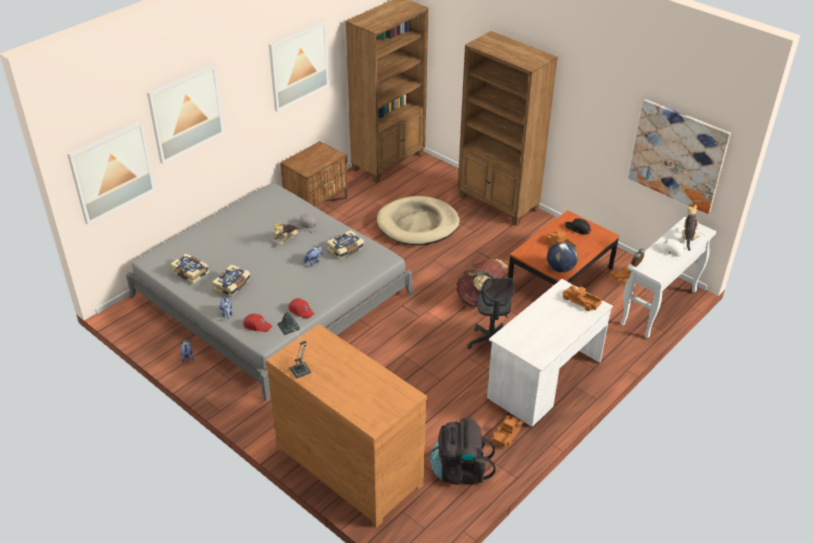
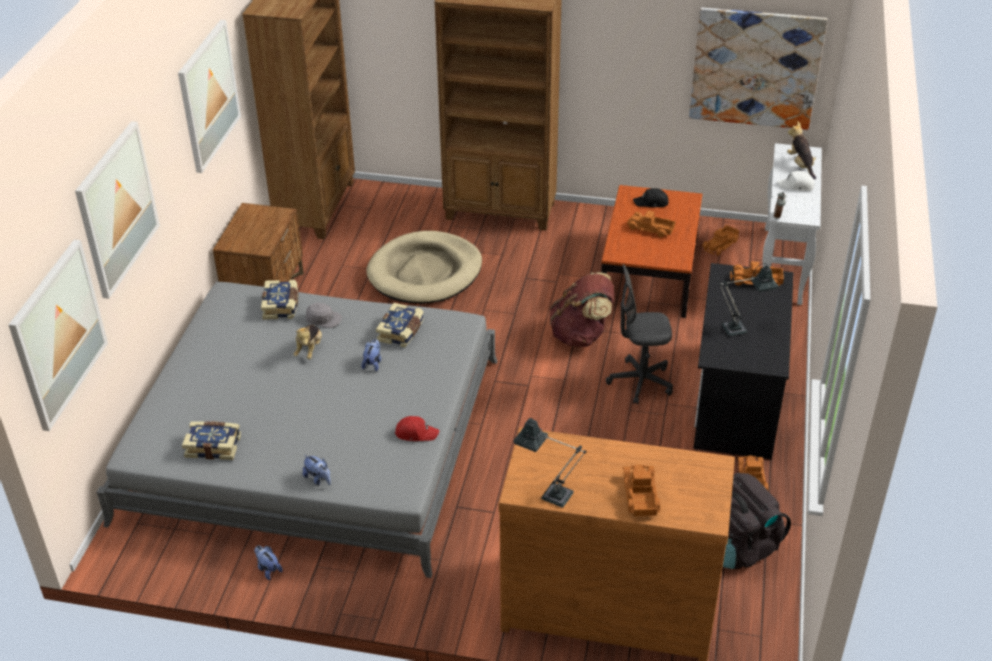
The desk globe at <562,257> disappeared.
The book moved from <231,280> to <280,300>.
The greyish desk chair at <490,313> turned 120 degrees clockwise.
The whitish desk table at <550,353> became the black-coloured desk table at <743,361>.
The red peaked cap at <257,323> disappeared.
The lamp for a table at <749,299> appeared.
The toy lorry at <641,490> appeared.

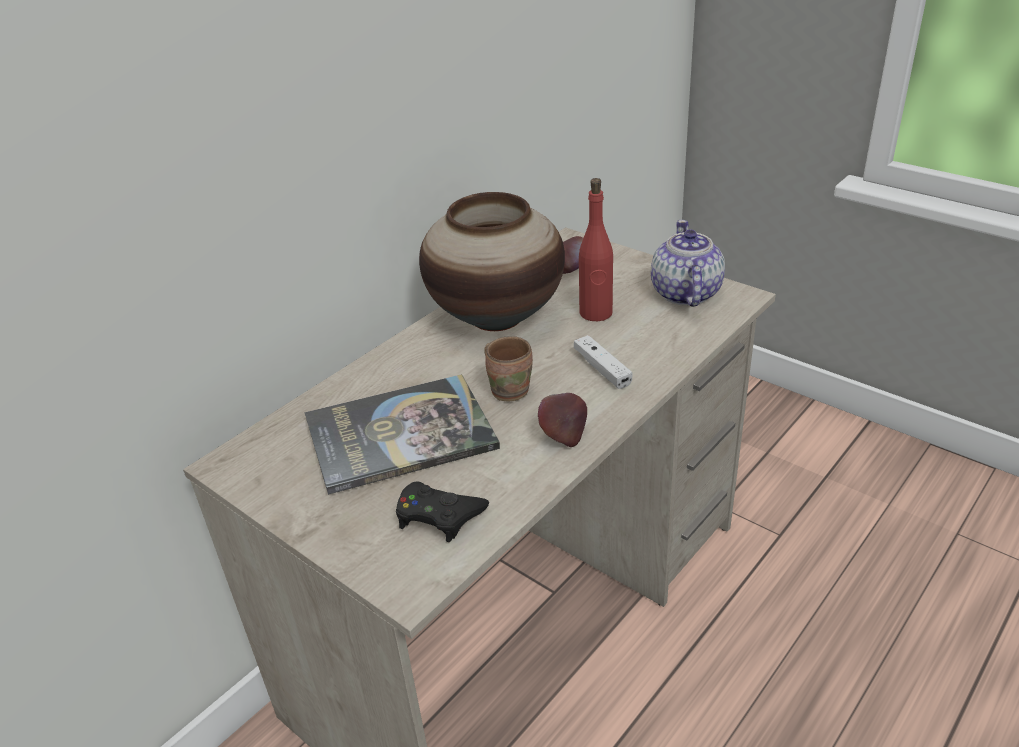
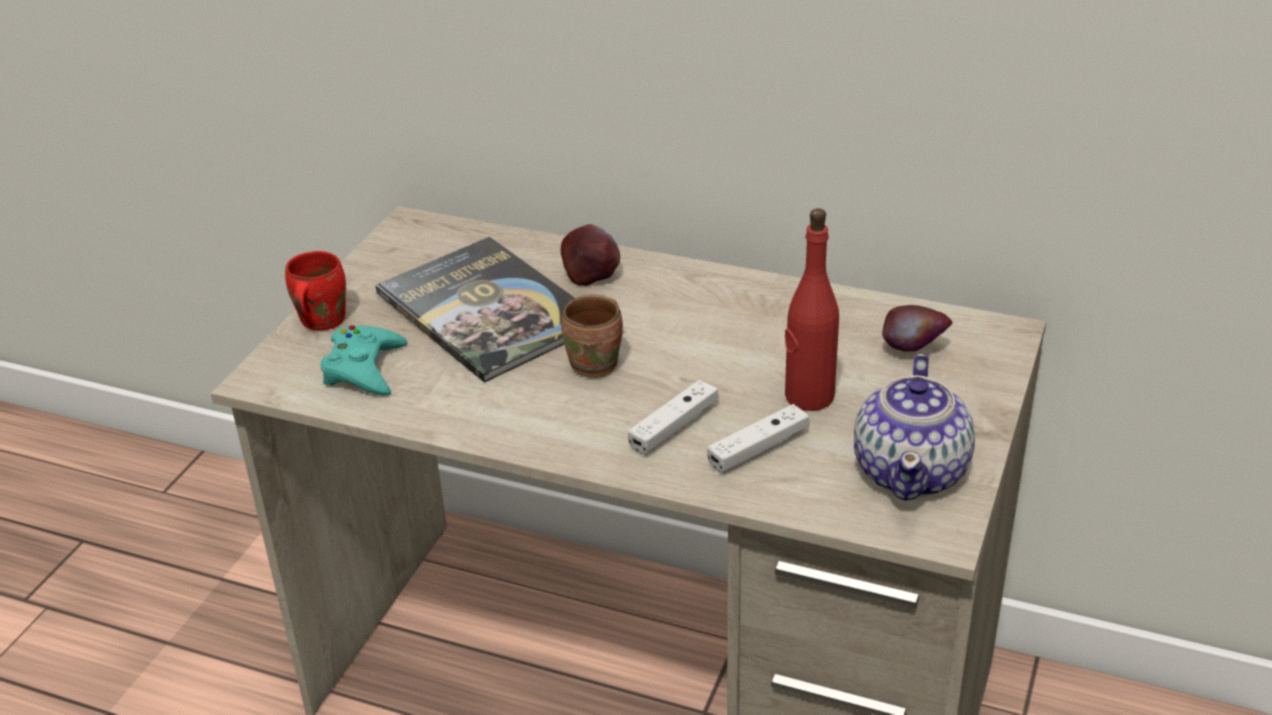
The flower vase at <492,261> disappeared.
The tea pot at <688,263> turned 120 degrees clockwise.
The apple moved from <562,420> to <590,255>.
The black-coloured game controller at <442,511> became the blue-green game controller at <363,360>.
The red tea mug at <315,290> appeared.
The whitish game controller at <758,438> appeared.

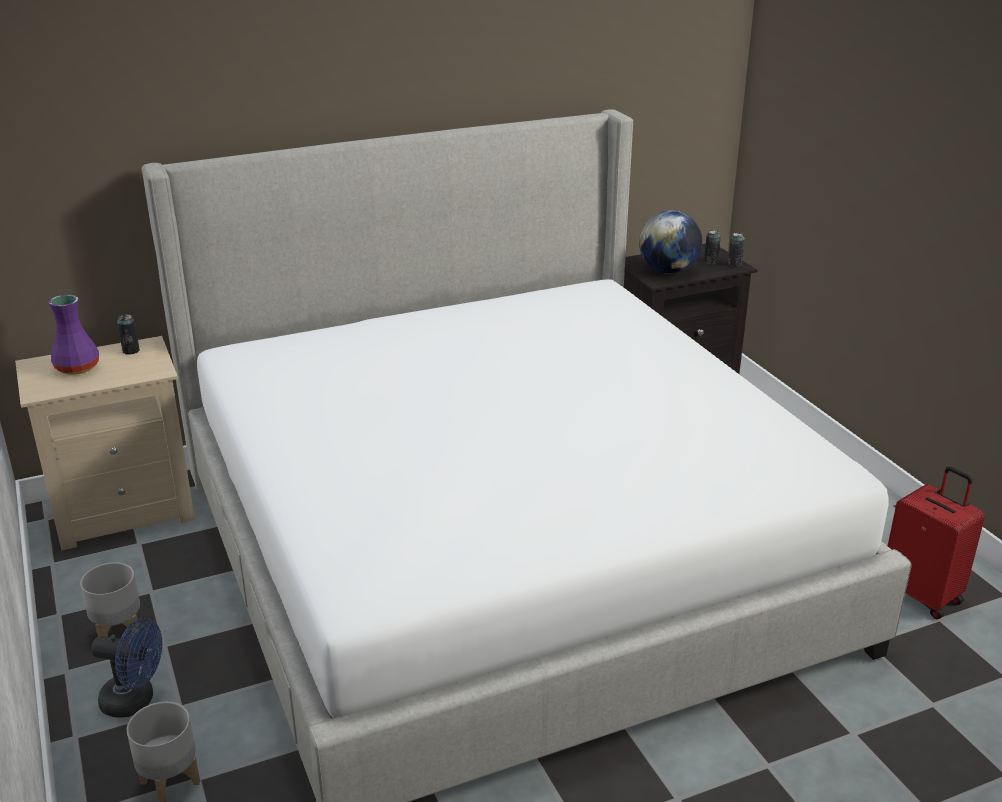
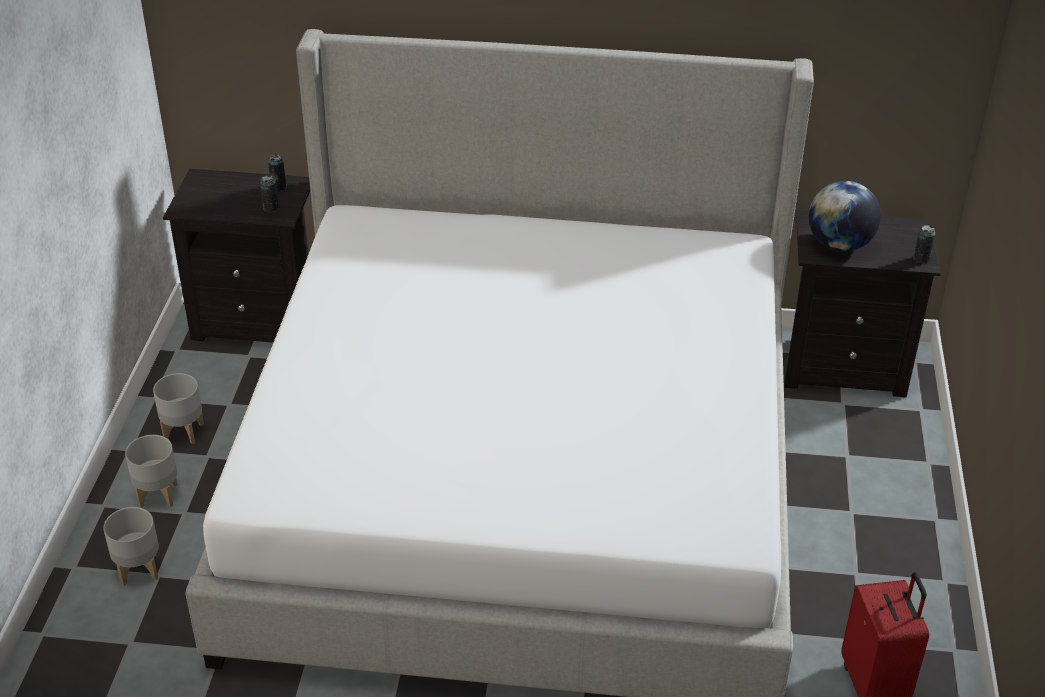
The can moved from <712,247> to <269,193>.
The purplish flower vase at <74,335> disappeared.
The sand-coloured night table at <105,443> became the black-coloured night table at <236,255>.
The blue-coloured electric fan at <126,668> was replaced by the greyish plant pot at <151,471>.

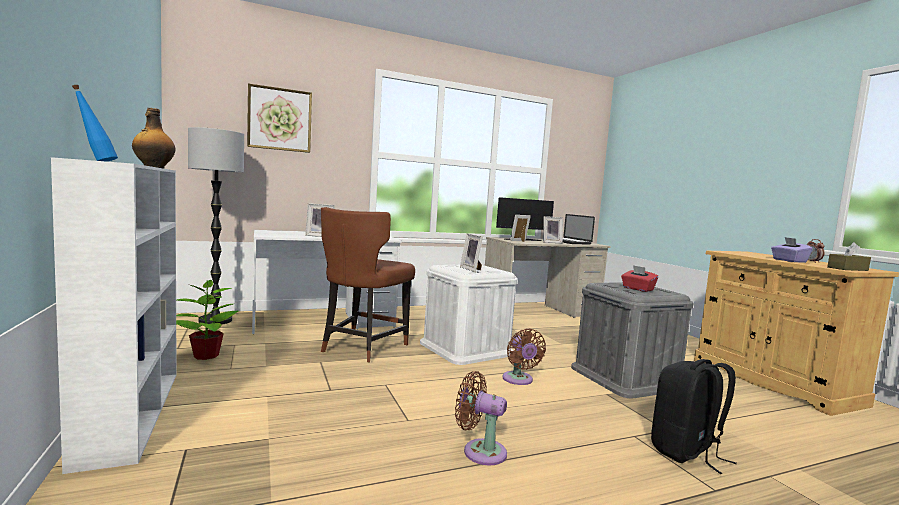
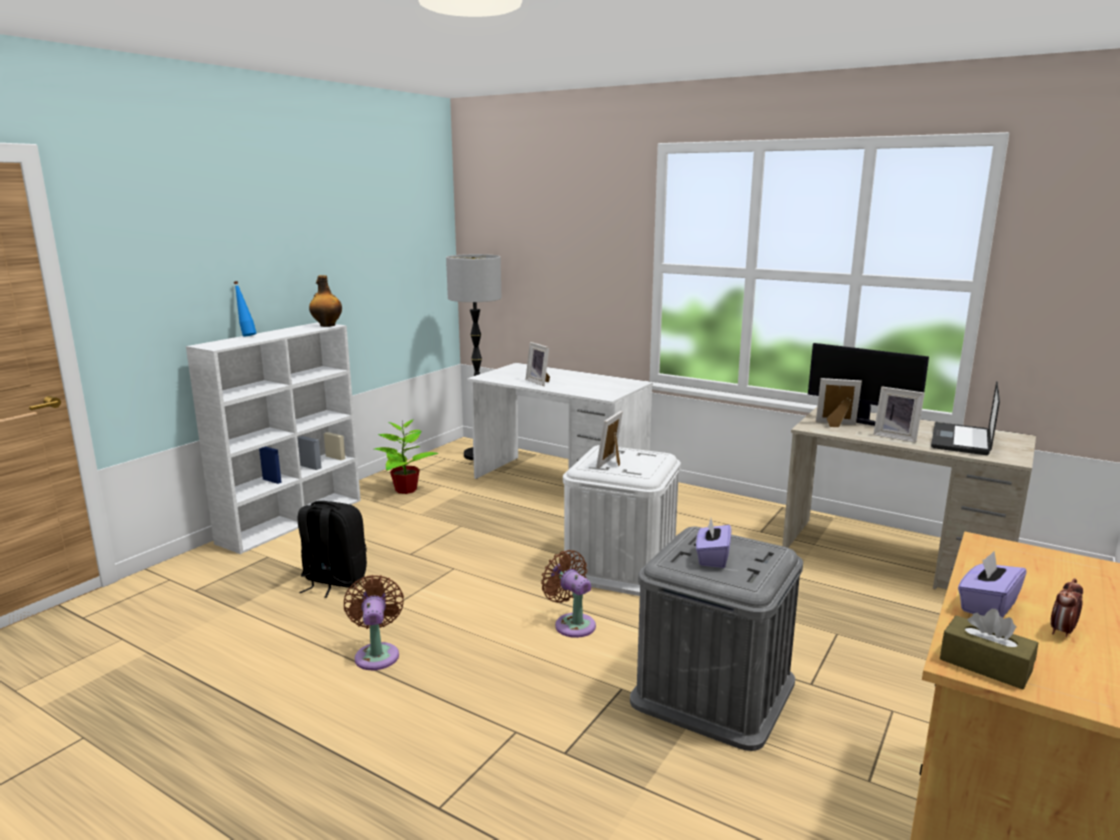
The picture at <279,118> disappeared.
The brown upright chair at <368,284> disappeared.
The red box of tissues at <639,278> became the purplish box of tissues at <713,543>.
The brown electric fan at <524,357> turned 105 degrees clockwise.
The black-coloured rucksack moved from <694,416> to <332,549>.

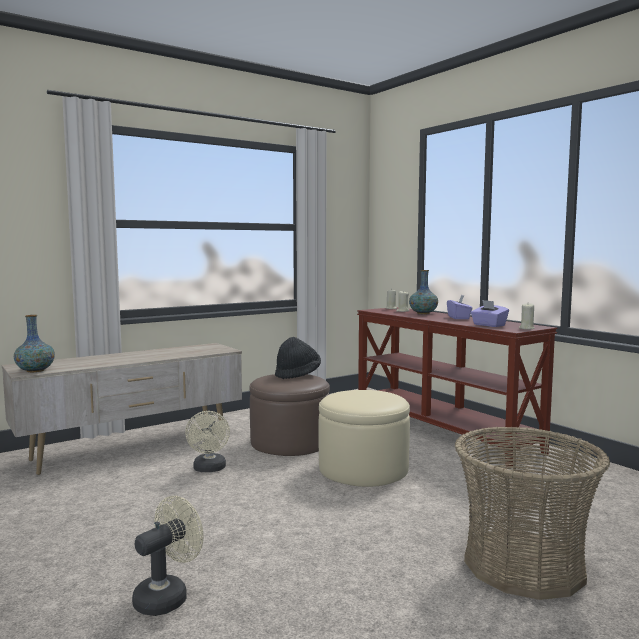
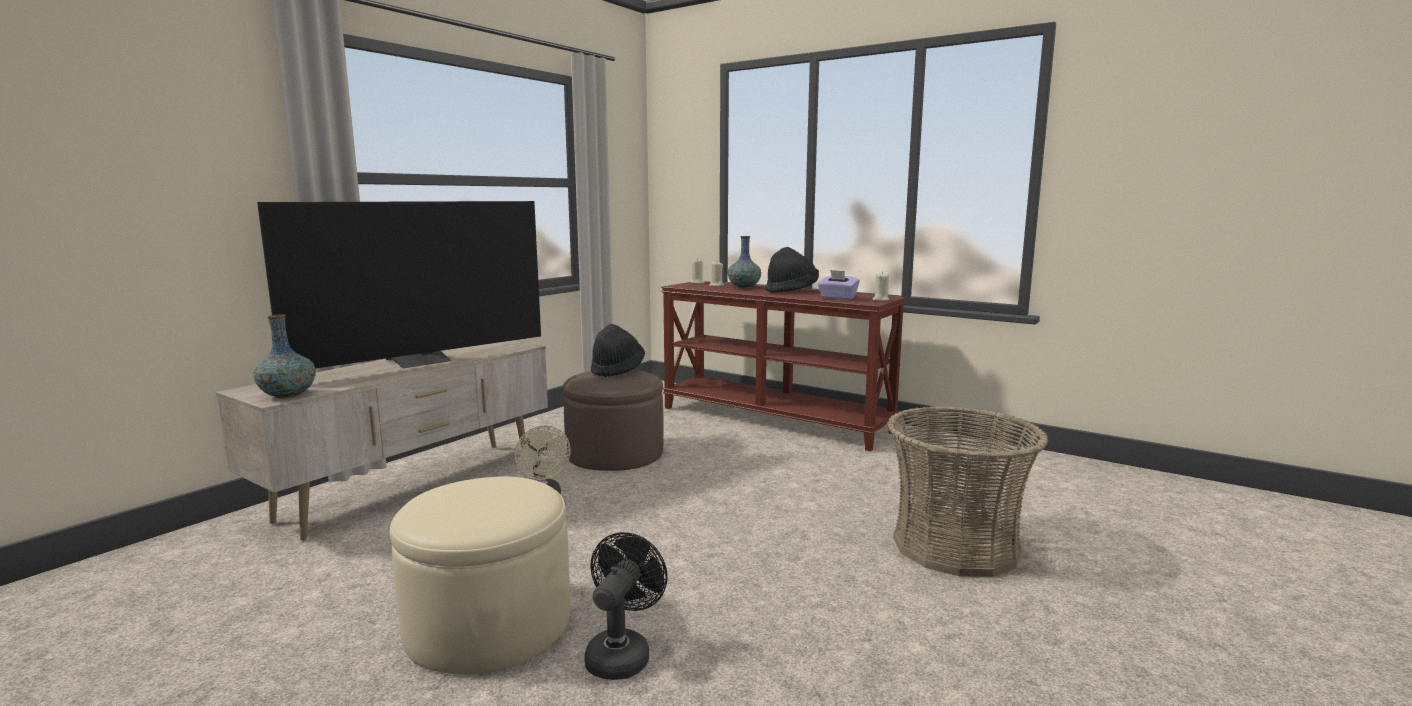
The purplish box of tissues at <460,307> was replaced by the black-coloured wearable hat at <792,270>.
The sand-coloured pouffe moved from <364,438> to <480,575>.
The sand-coloured electric fan at <167,556> became the black-coloured electric fan at <626,606>.
The TV at <399,285> appeared.

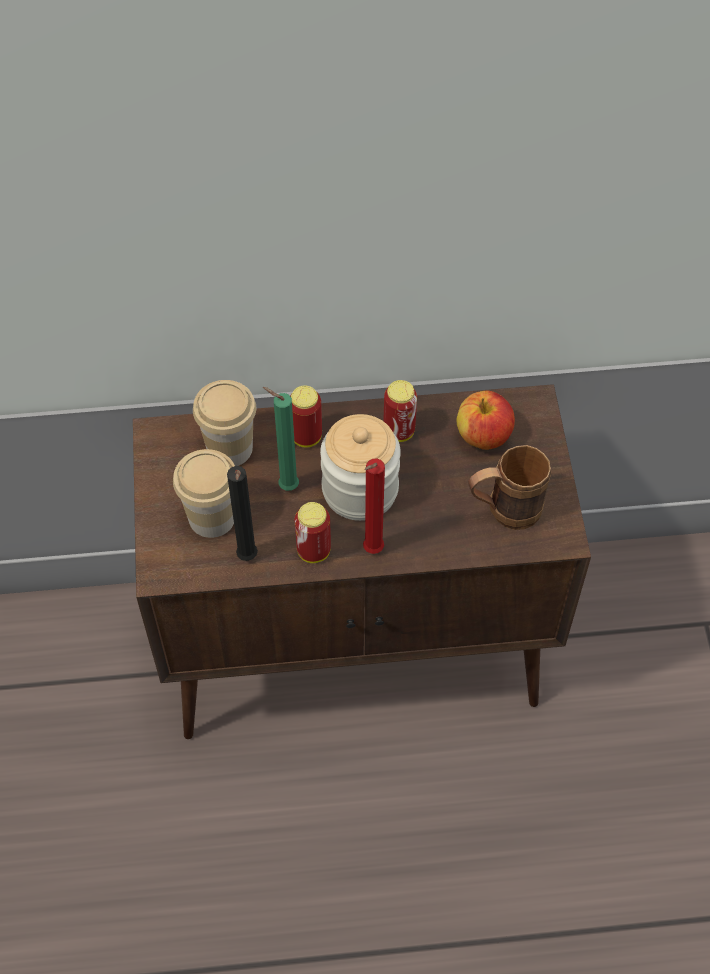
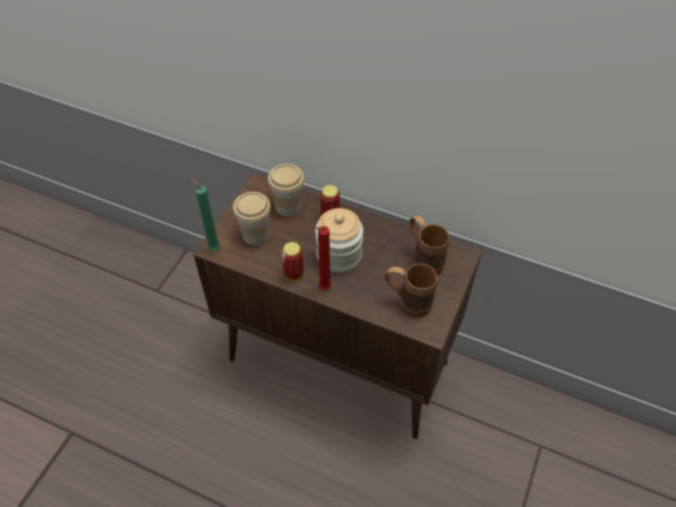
The can at <400,411> disappeared.
The green candle moved from <281,439> to <205,214>.
The apple at <486,420> was replaced by the brown tea mug at <430,245>.
The black-coloured candle at <242,513> disappeared.

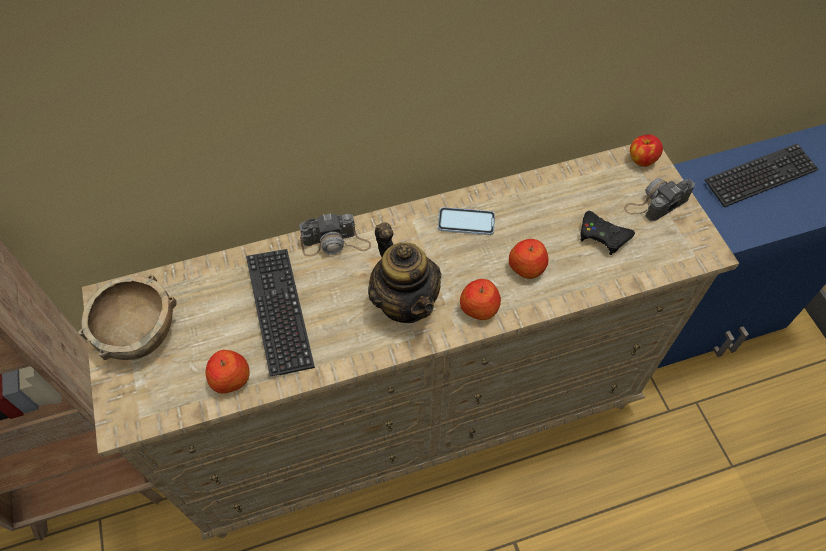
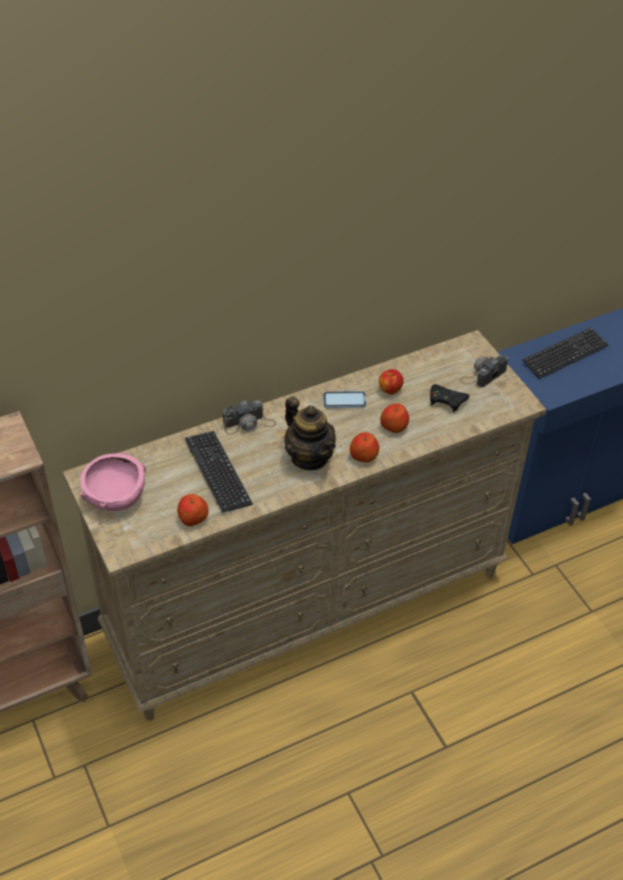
The apple moved from <646,150> to <391,381>.
The brown serving bowl at <127,317> became the pinkish serving bowl at <113,481>.

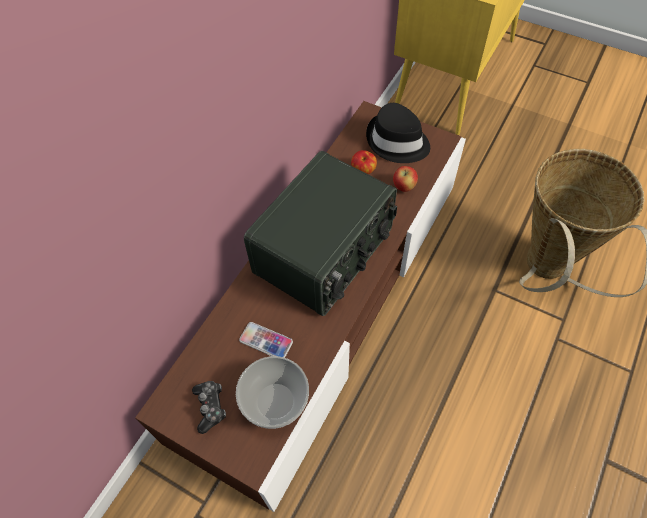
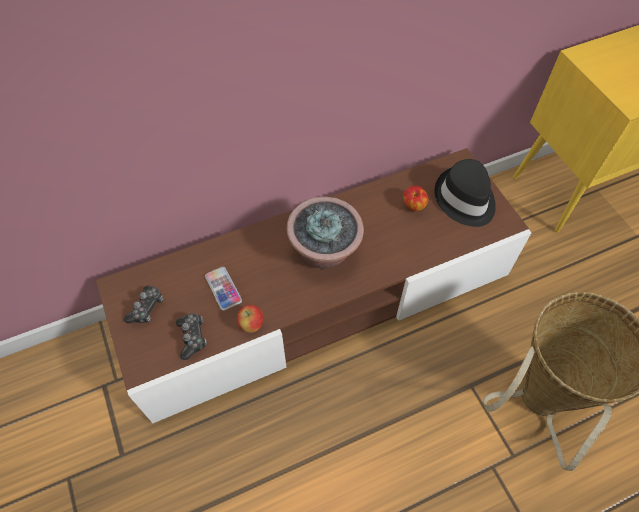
The radio receiver at <320,233> was replaced by the plant in a pot at <325,233>.
The apple moved from <405,179> to <250,319>.
The serving bowl at <272,392> was replaced by the game controller at <191,336>.

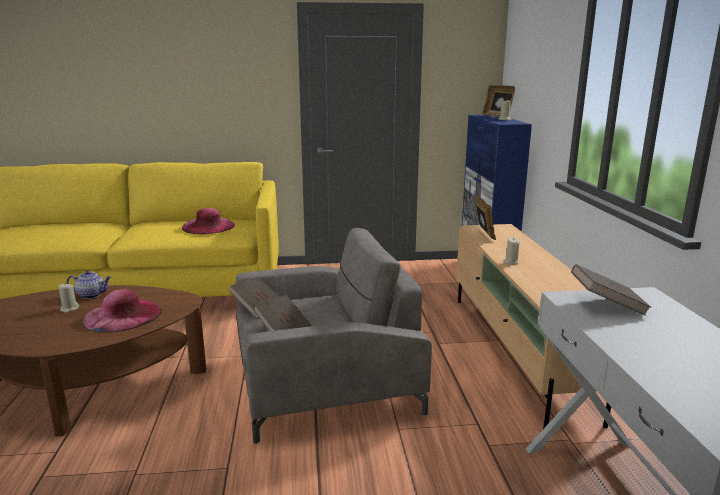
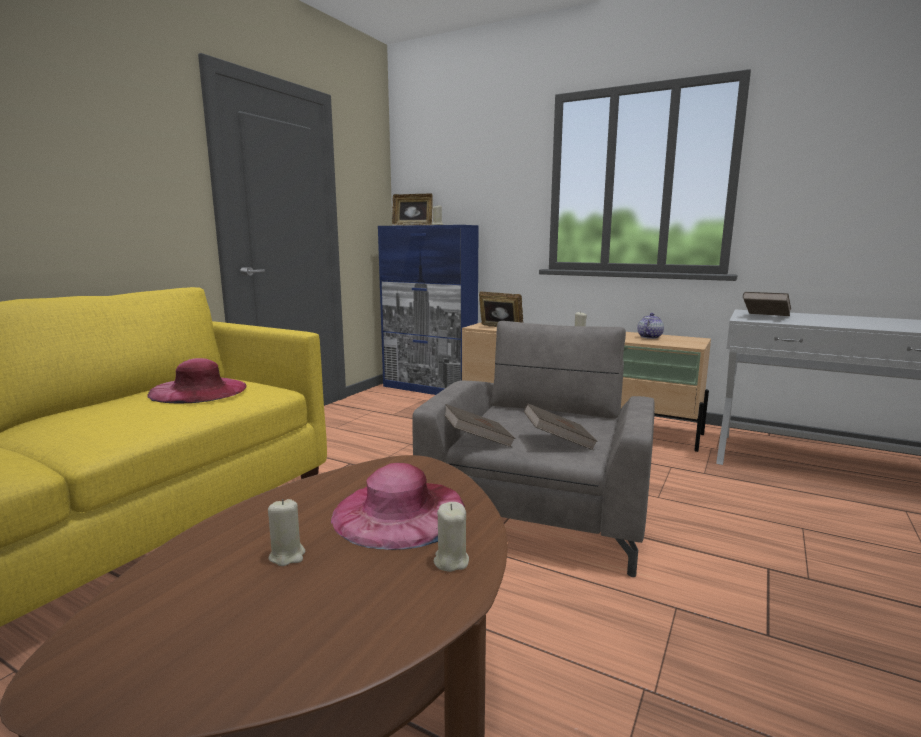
The tea pot moved from <88,285> to <650,326>.
The sand-coloured candle at <451,537> appeared.

